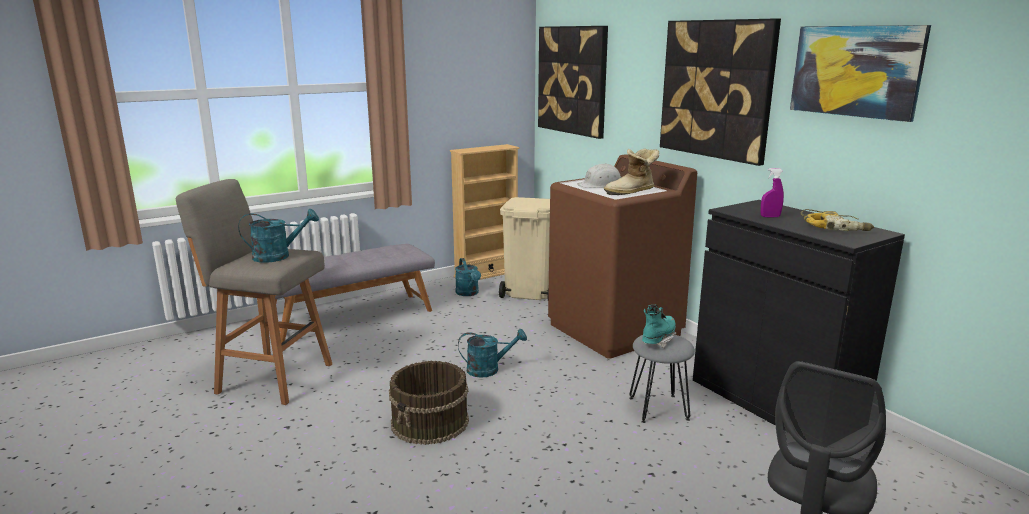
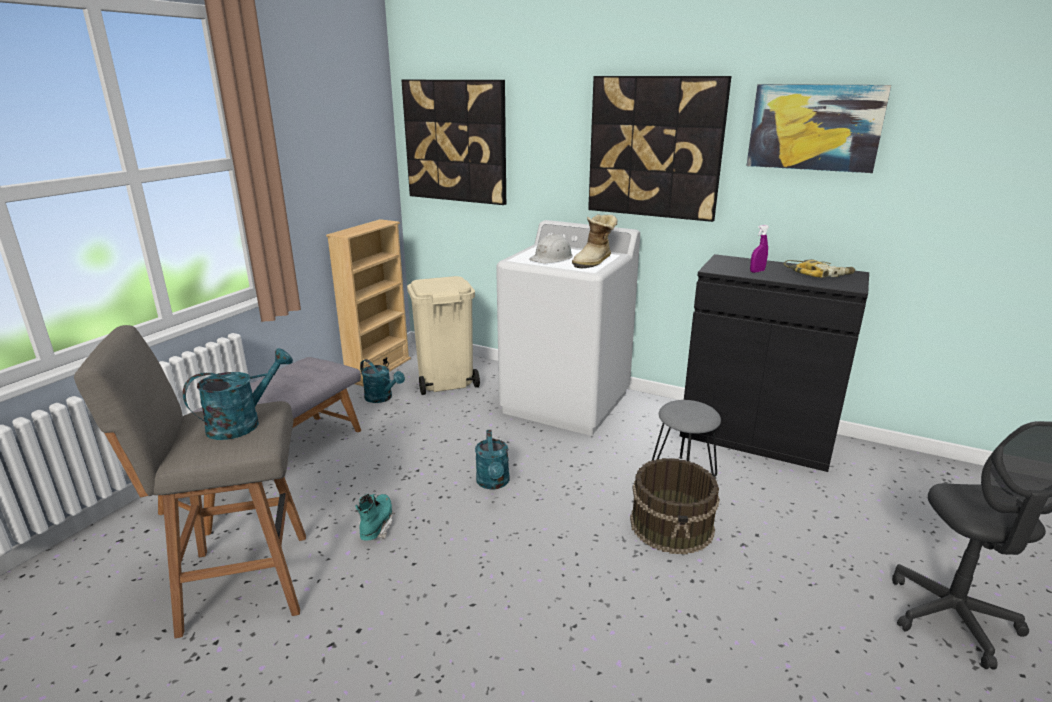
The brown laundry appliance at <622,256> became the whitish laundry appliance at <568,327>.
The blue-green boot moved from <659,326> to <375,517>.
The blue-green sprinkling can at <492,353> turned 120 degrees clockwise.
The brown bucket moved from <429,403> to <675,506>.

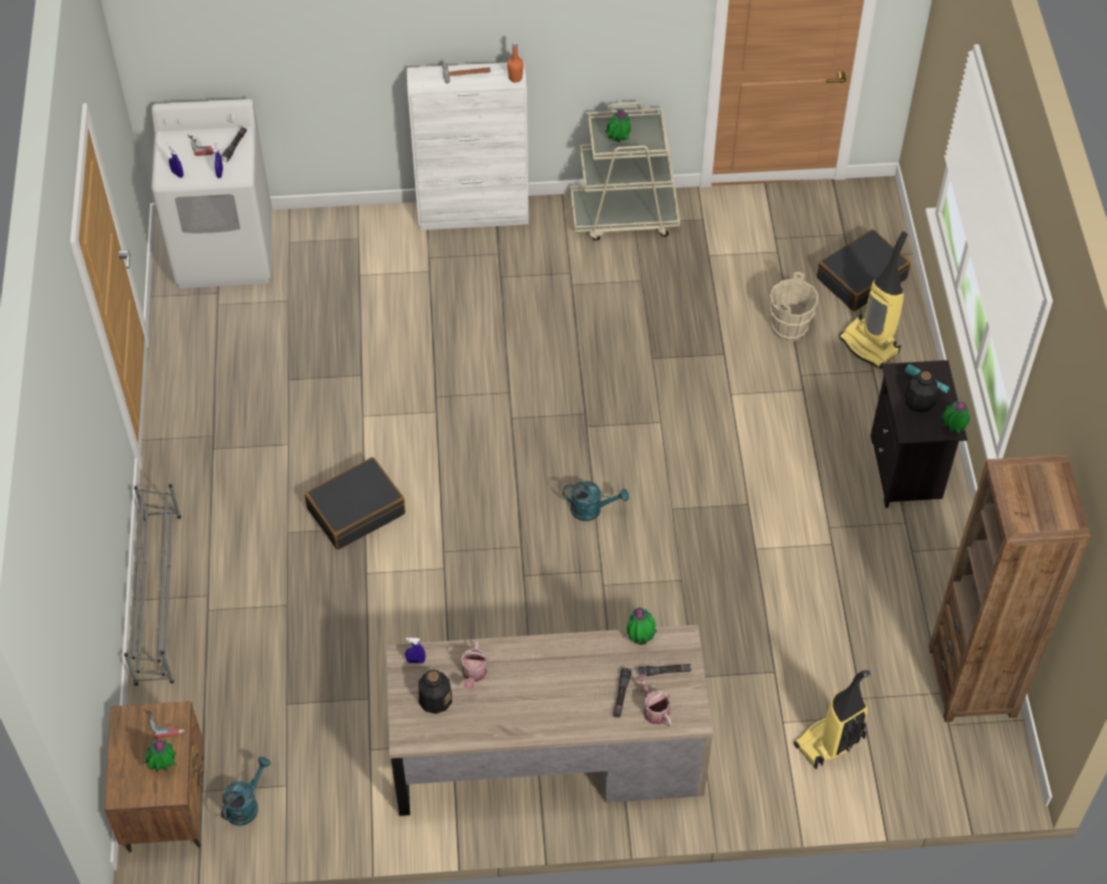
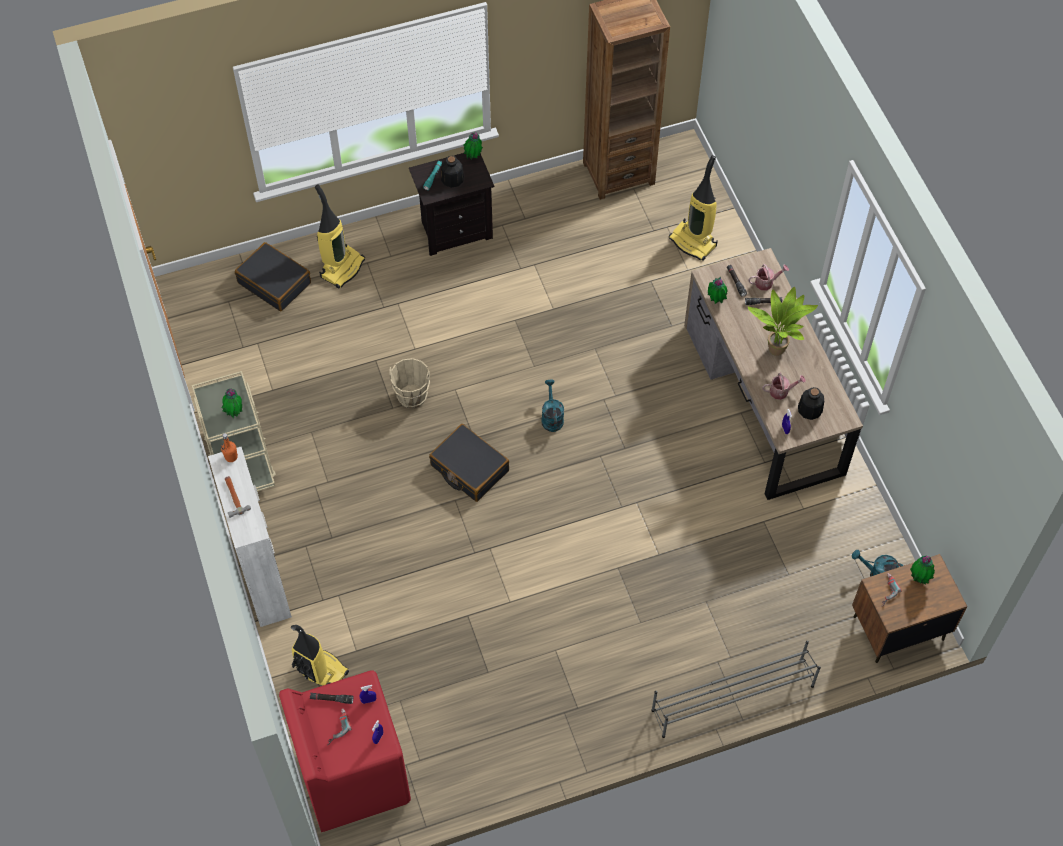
The whitish laundry appliance at <211,193> became the red laundry appliance at <345,751>.
The sand-coloured bucket moved from <793,306> to <410,383>.
The black-coloured piece of luggage moved from <355,503> to <469,463>.
The sprinkling can at <654,700> turned 150 degrees counterclockwise.
The plant in a pot at <783,321> appeared.
The hoover at <320,655> appeared.

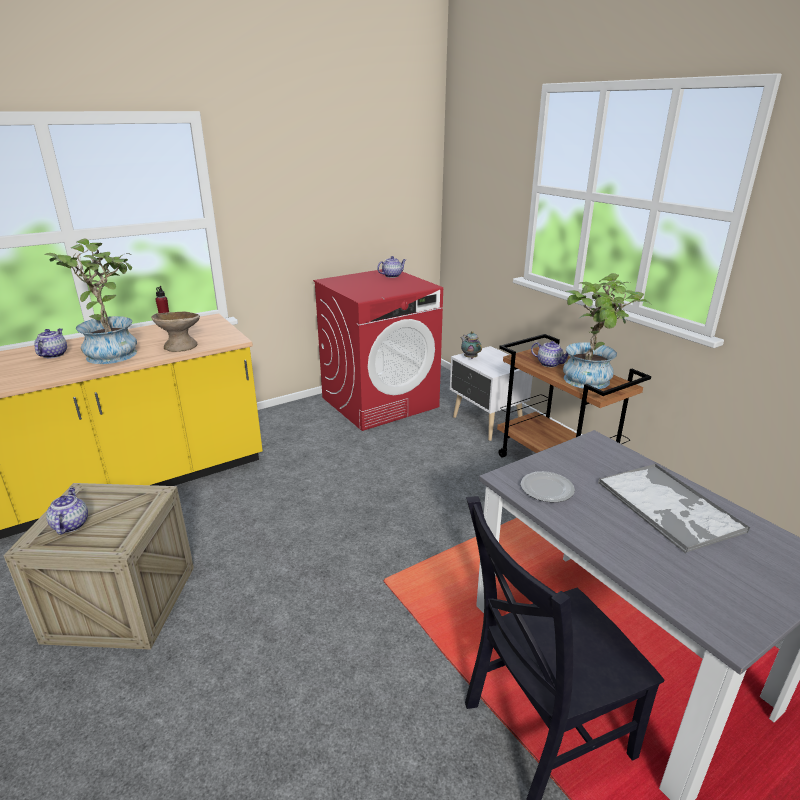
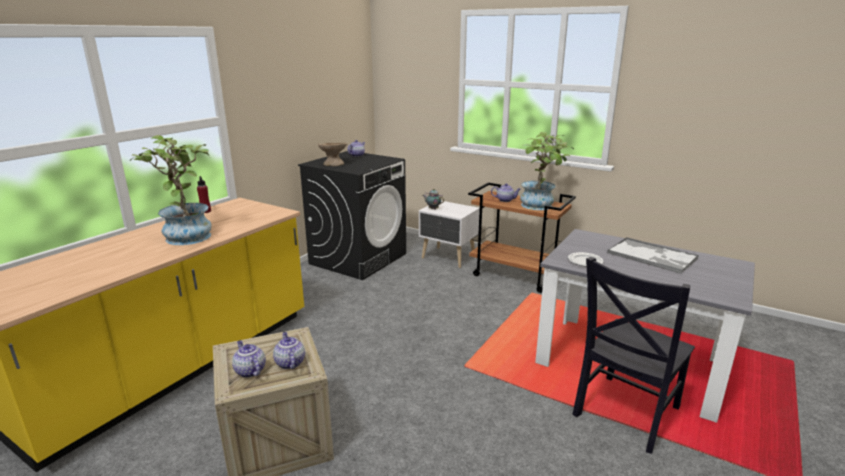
The red laundry appliance at <378,350> became the black-coloured laundry appliance at <352,215>.
The sand-coloured serving bowl moved from <175,332> to <332,154>.
The tea pot moved from <50,343> to <289,350>.

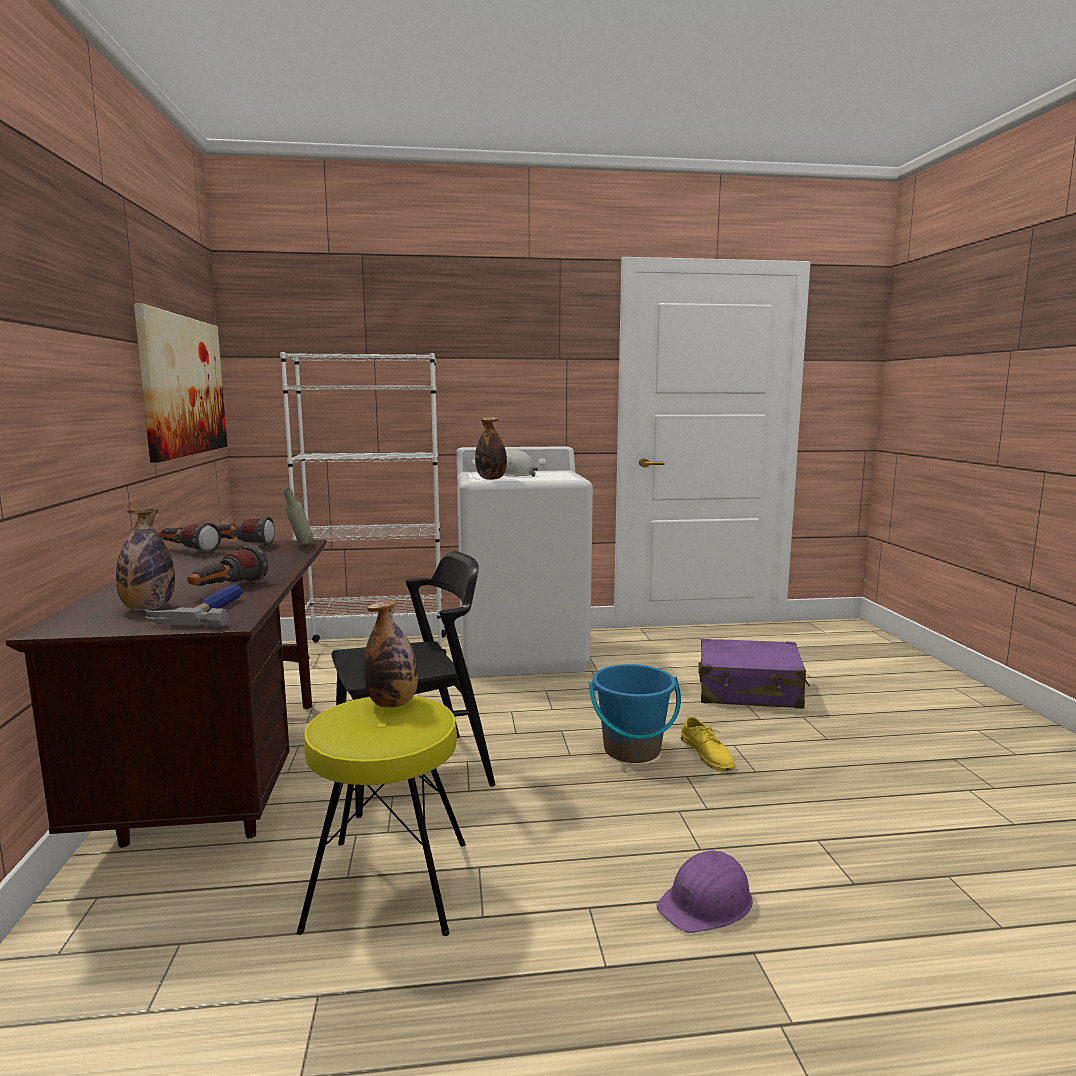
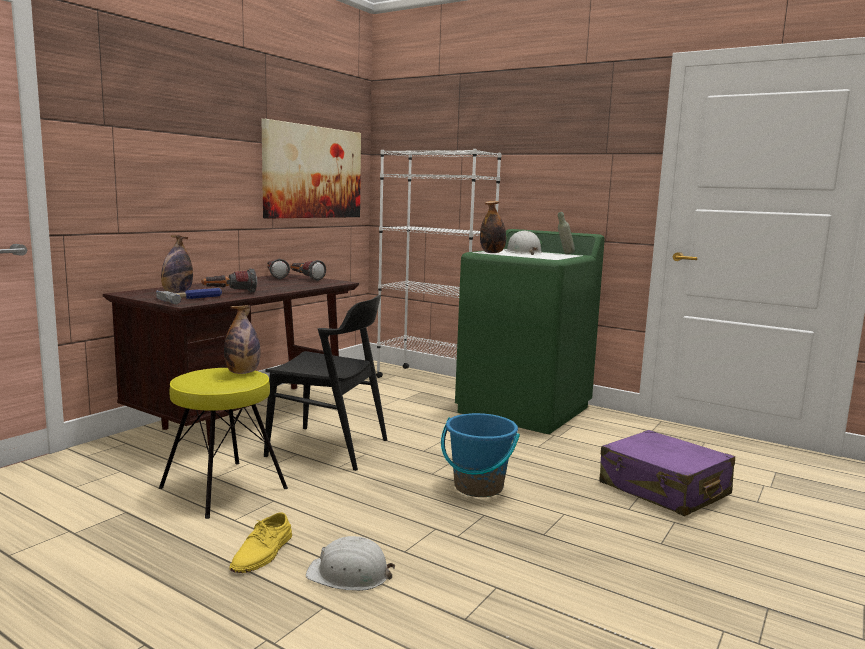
The whitish laundry appliance at <524,561> became the green laundry appliance at <530,331>.
The greyish beverage bottle moved from <299,516> to <566,233>.
The yellow-coloured shoe moved from <708,744> to <260,542>.
The purplish safety helmet at <705,891> became the whitish safety helmet at <350,563>.

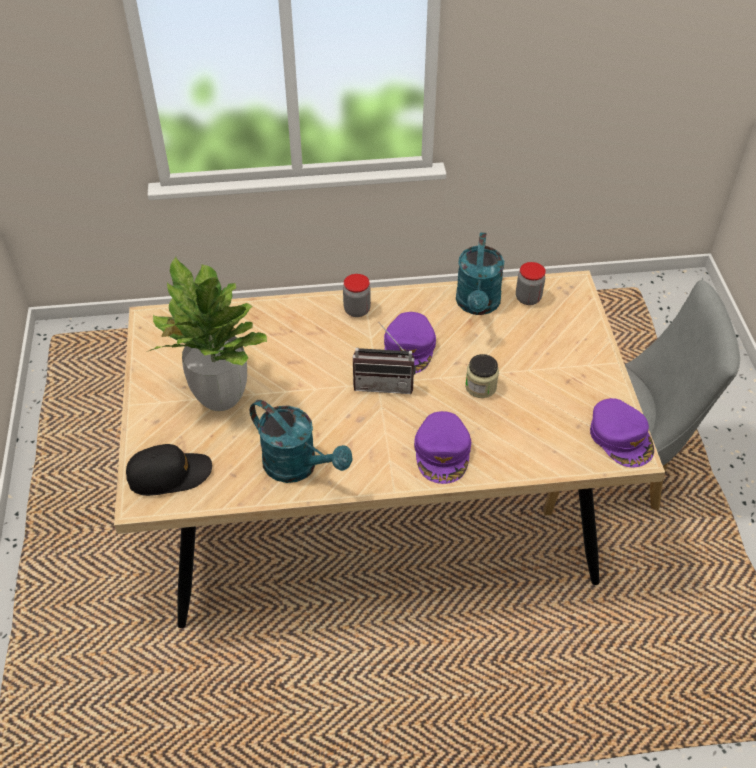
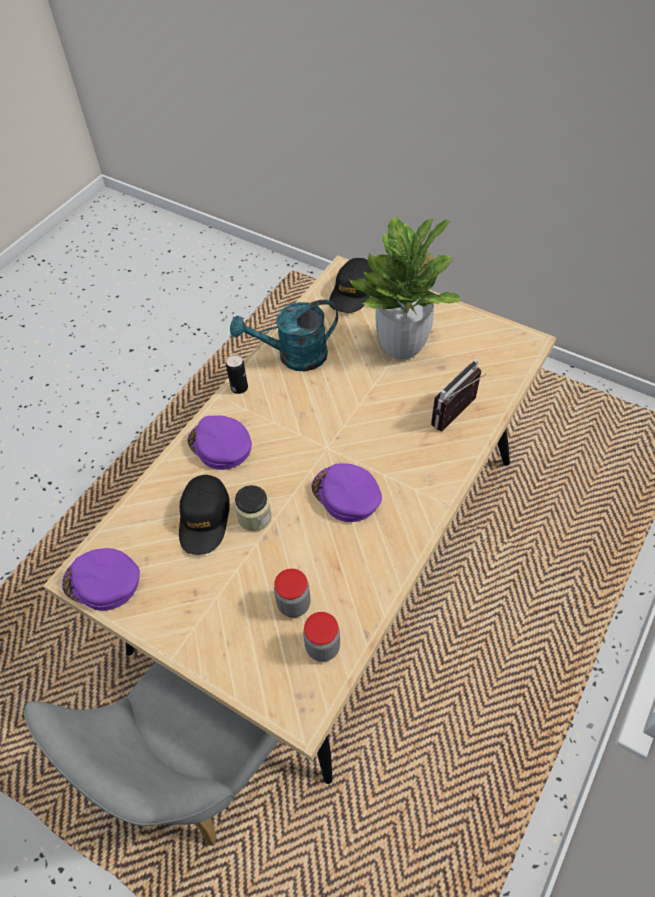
The blue-green sprinkling can at <480,273> disappeared.
The jar moved from <357,295> to <292,593>.
The radio receiver moved from <384,358> to <458,395>.
The can at <237,374> appeared.
The black-coloured peaked cap at <204,515> appeared.

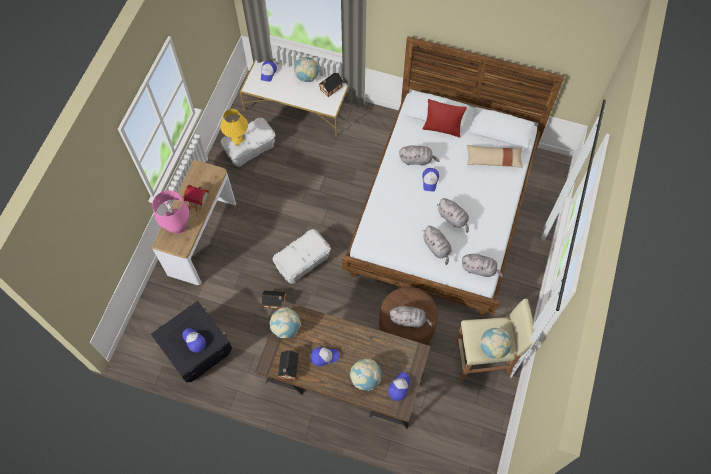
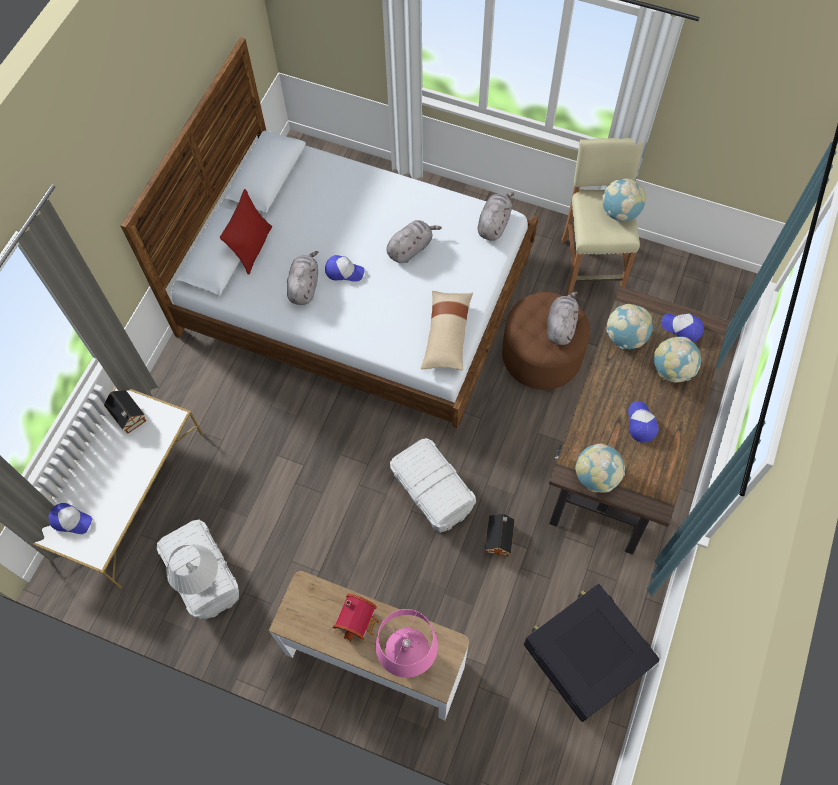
The desk globe moved from <306,69> to <629,326>.
The yellow-coloured lamp for a table at <234,127> became the whitish lamp for a table at <192,569>.
The sand-coloured cushion moved from <495,156> to <447,331>.
The greyish cuddly toy at <437,245> disappeared.
The peaked cap at <194,340> disappeared.
The model house at <288,365> disappeared.

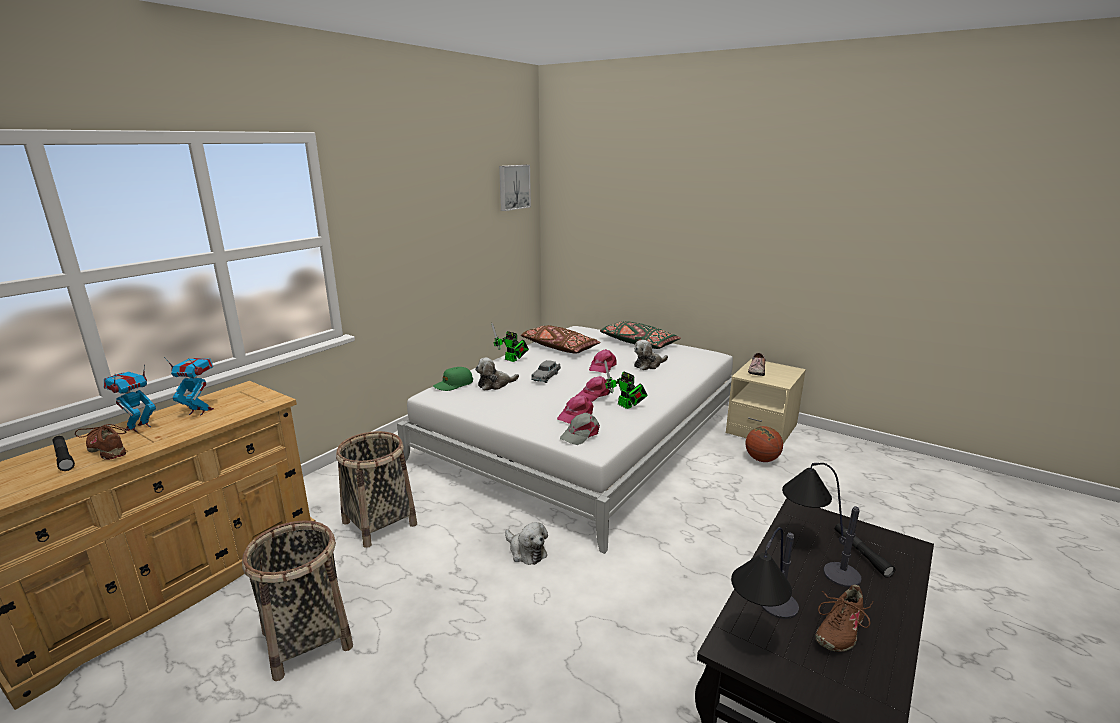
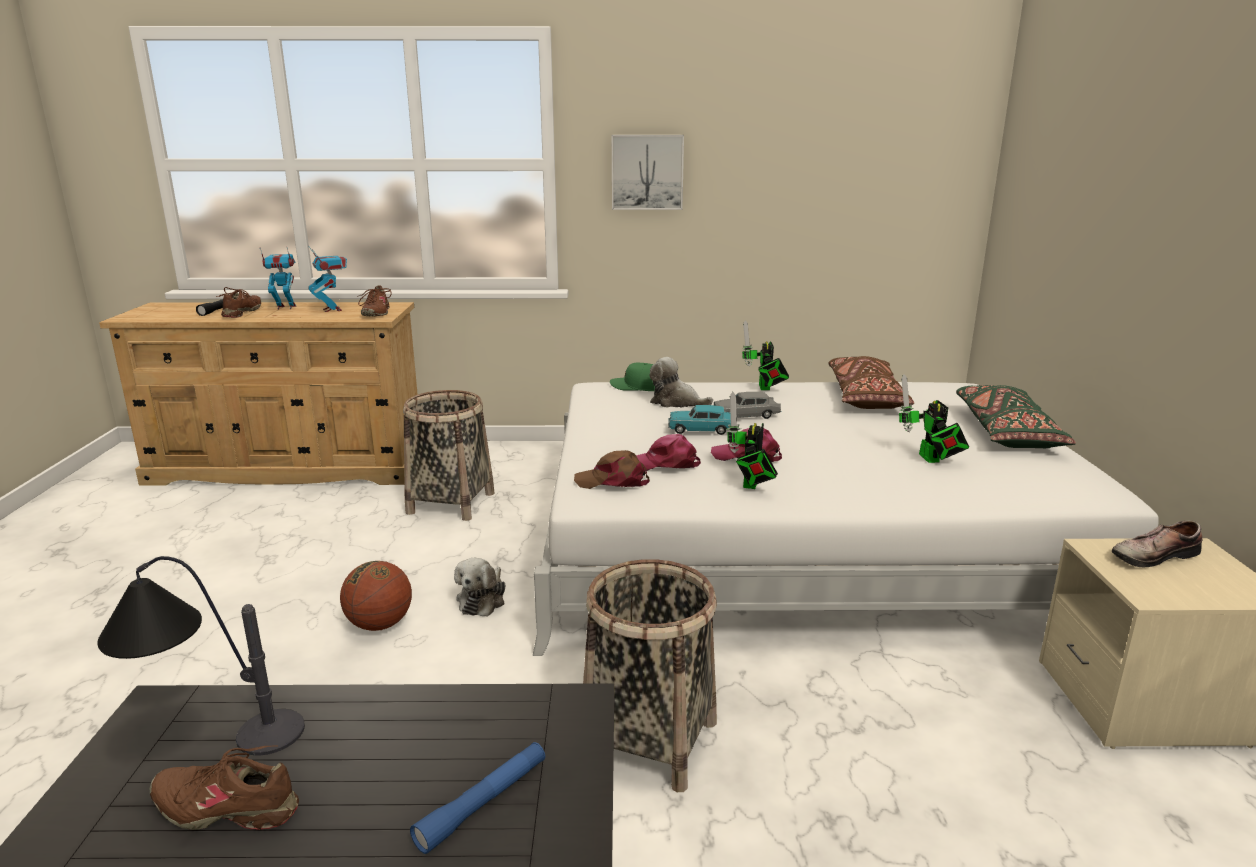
The picture moved from <515,188> to <648,172>.
The cuddly toy at <651,355> was replaced by the model robot at <934,418>.
The pinkish peaked cap at <603,361> disappeared.
The greyish peaked cap at <580,429> became the brown peaked cap at <612,469>.
The basketball moved from <764,444> to <376,596>.
The lamp for a table at <821,525> disappeared.
The household basket moved from <297,600> to <650,675>.
The black-coloured flashlight at <865,550> became the blue-coloured flashlight at <477,798>.
The brown shoe at <375,300> appeared.
The blue-green model car at <699,420> appeared.

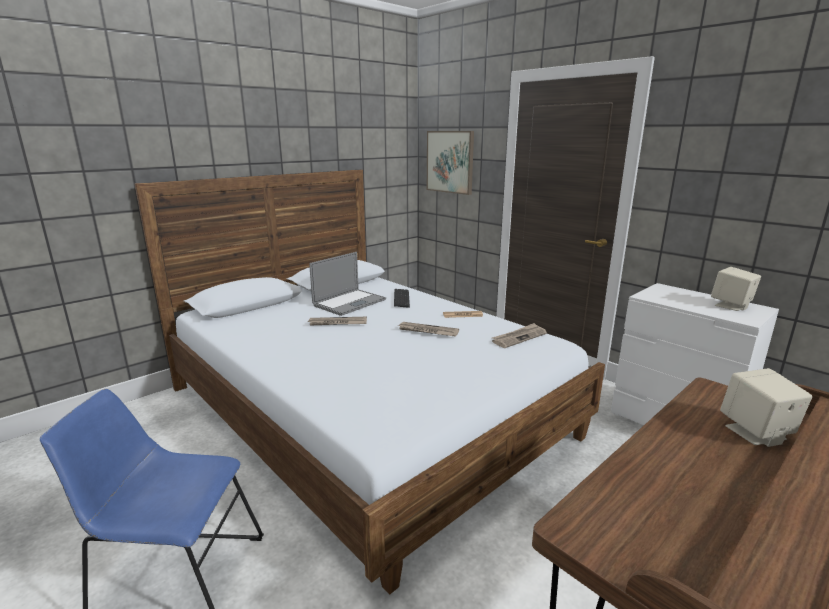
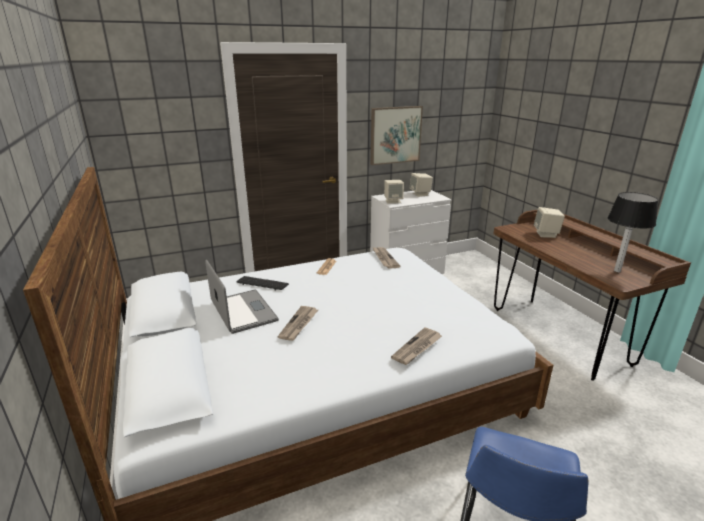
The picture moved from <450,163> to <397,135>.
The daily paper moved from <428,329> to <416,346>.
The sand-coloured loudspeaker at <394,192> appeared.
The lamp for a table at <632,232> appeared.

